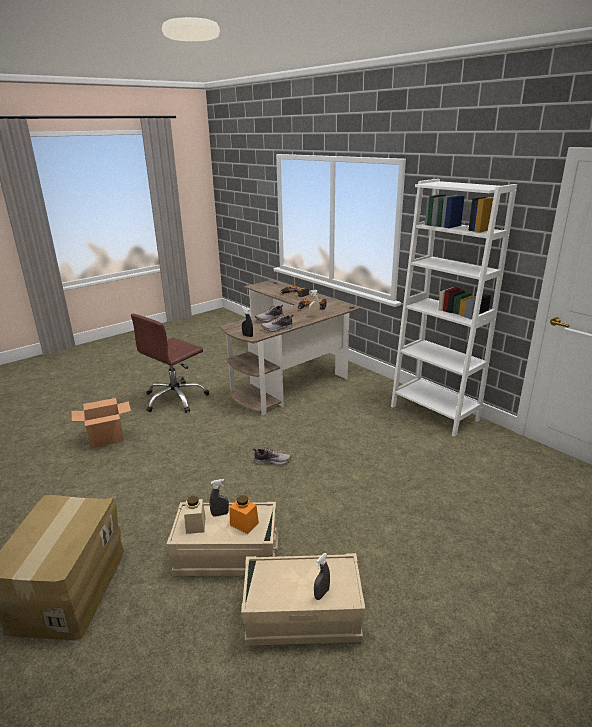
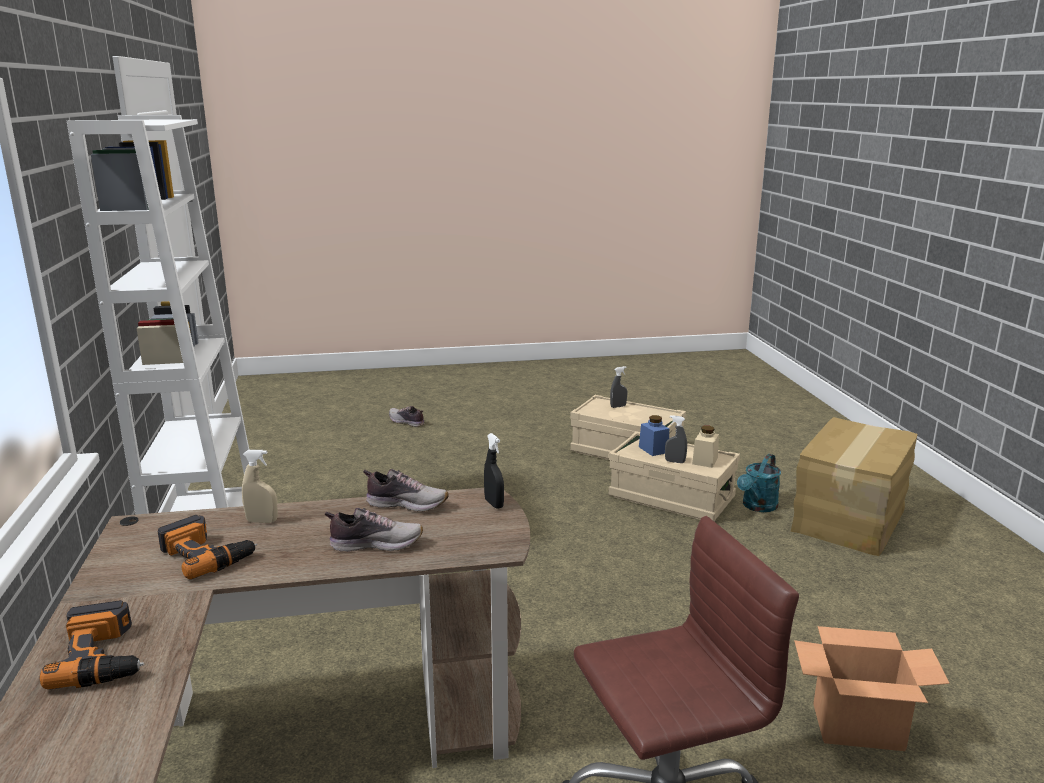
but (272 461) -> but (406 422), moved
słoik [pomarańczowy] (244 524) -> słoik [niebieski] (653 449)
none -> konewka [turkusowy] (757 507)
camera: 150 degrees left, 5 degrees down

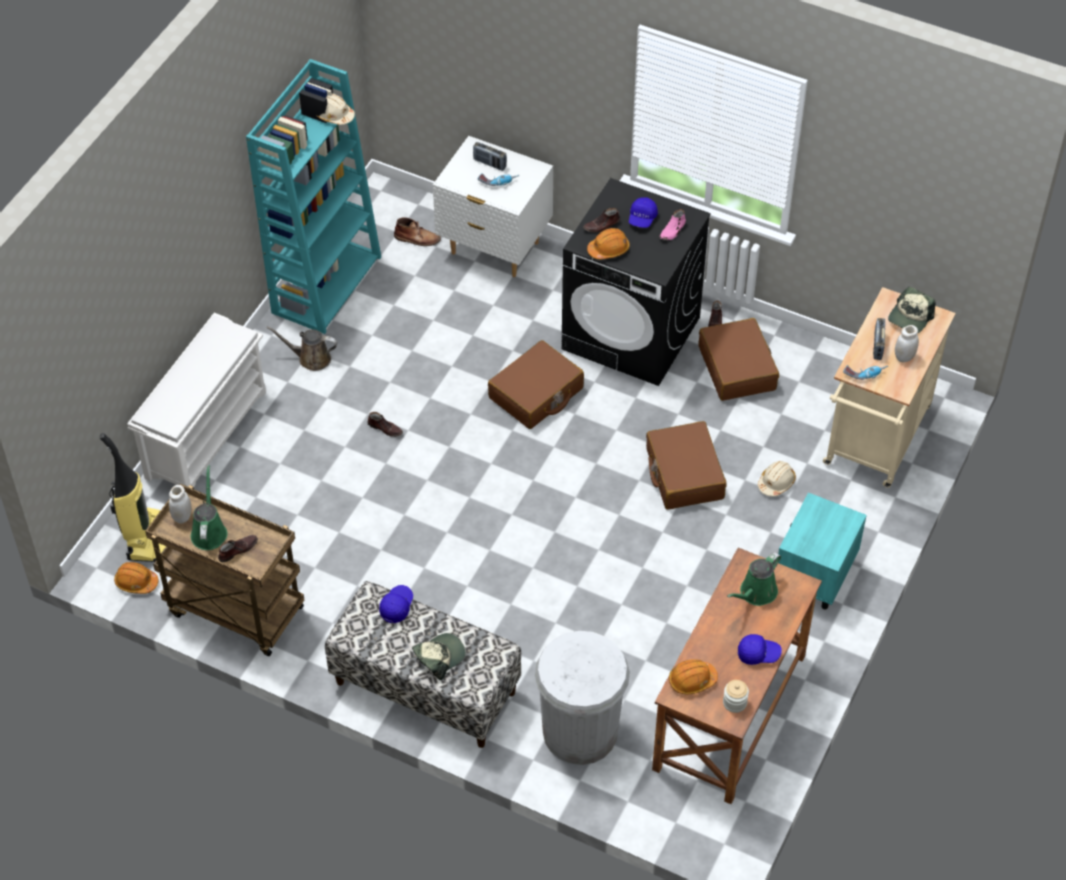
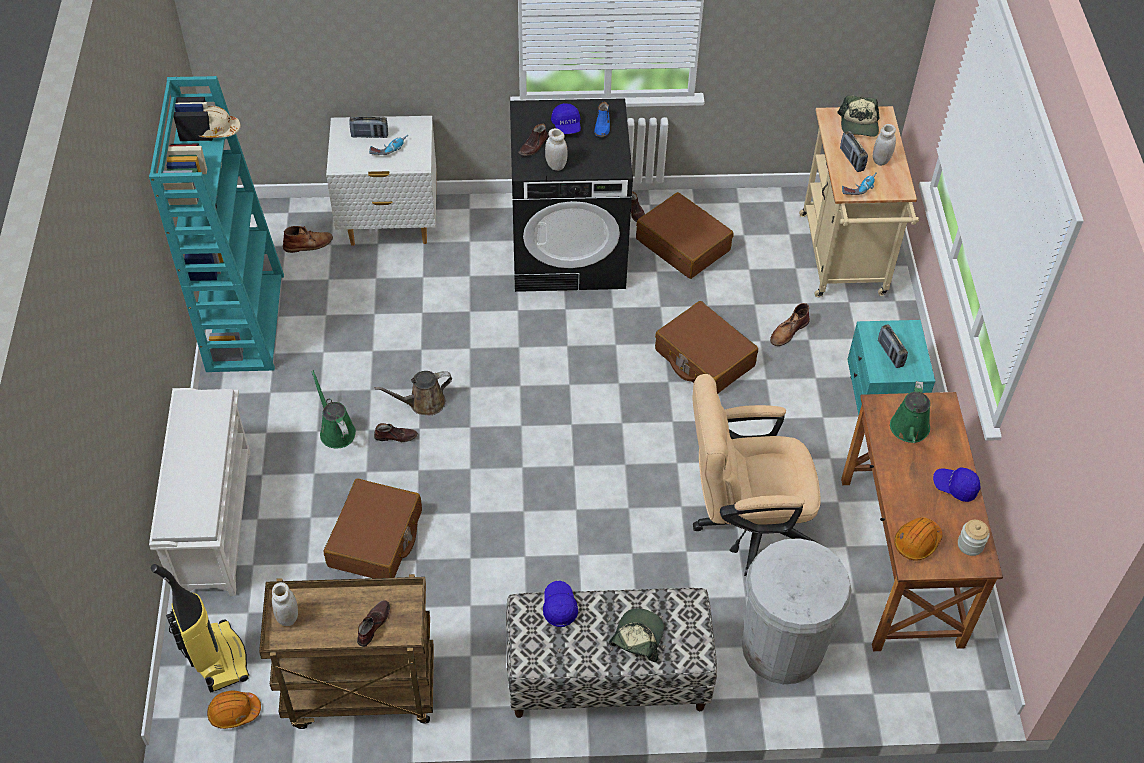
but [różowy] (673 230) -> but [niebieski] (602 126)
kask [pomarańczowy] (608 249) -> słoik [biały] (556 165)
konewka [brązowy] (311 358) -> konewka [brązowy] (423 403), moved
walizka [brązowy] (536 394) -> walizka [brązowy] (376 539), moved
kask [beżowy] (776 482) -> but z cholewką [brązowy] (788 331)
konewka [zielony] (209 531) -> konewka [zielony] (336 430), moved
czapka z daszkiem [niebieski] (758 654) -> czapka z daszkiem [niebieski] (955 487), 135 degrees counterclockwise
none -> radio (890 353)
none -> krzesło biurowe [beżowy] (744 525)
camera: 30 degrees left, 0 degrees up

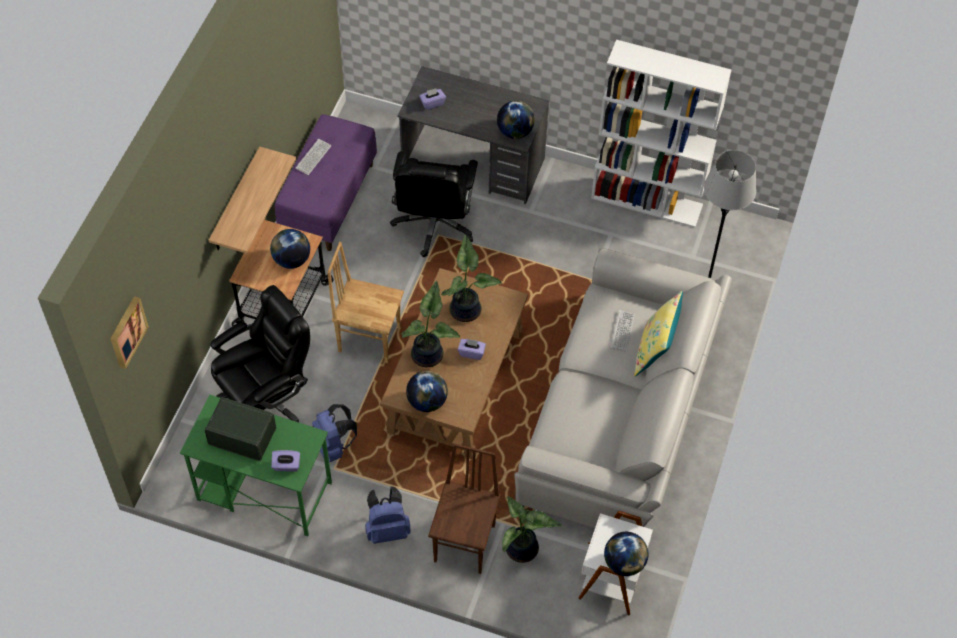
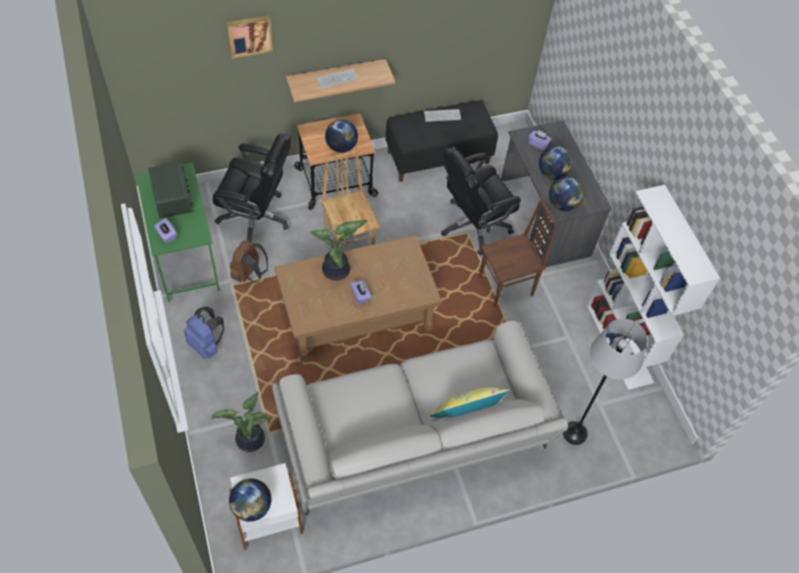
ławka [fioletowy] (328 199) -> ławka [czarny] (438 157)
roślina doniczkowa (467 309) -> none
obraz (126 331) -> obraz (249 35), moved
klawiatura (622 331) -> klawiatura (337 79), moved
globus (427 401) -> globus (552 173), moved
plecak [niebieski] (334 446) -> plecak [brązowy] (249 274)
krzesło [brązowy] (466 543) -> krzesło [brązowy] (506 287), moved
camera: 50 degrees right, 0 degrees up

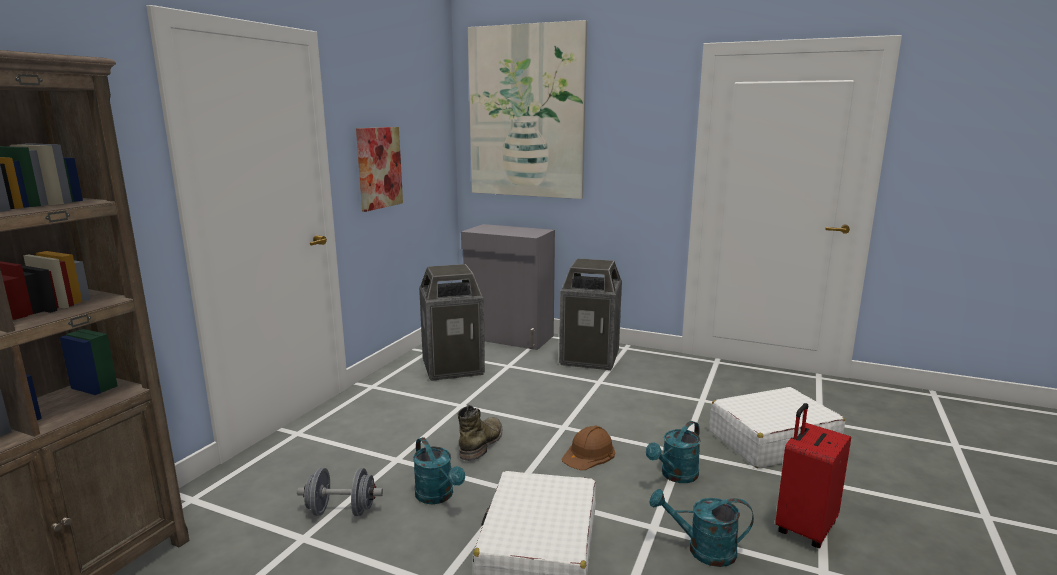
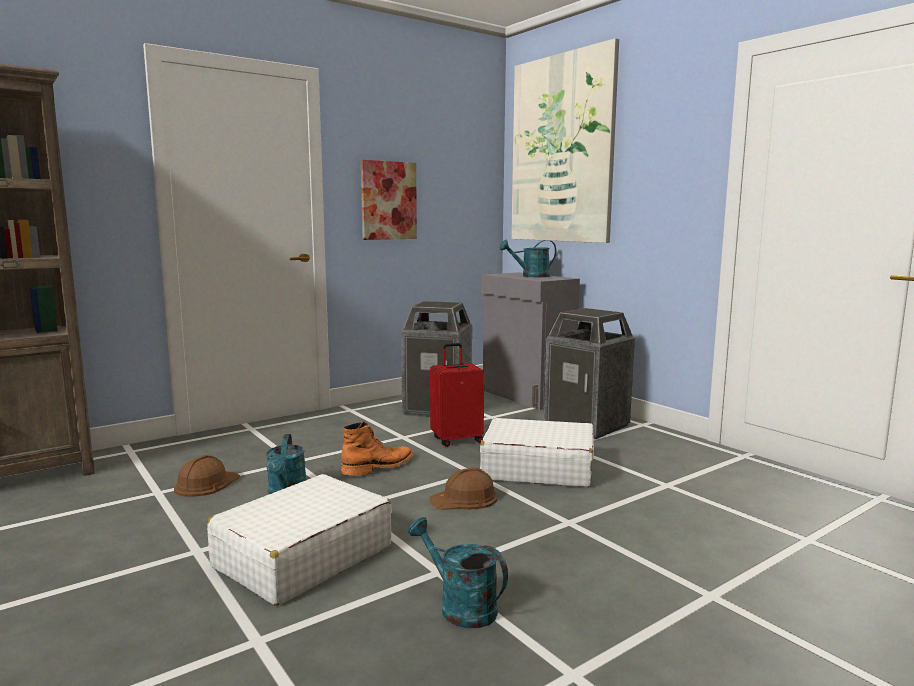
walizka [biały] (771 441) -> walizka [biały] (537 468), moved
walizka [czerwony] (804 528) -> walizka [czerwony] (456 440), moved
but z cholewką [zielony] (482 443) -> but z cholewką [pomarańczowy] (379 467)
konewka [turkusowy] (675 476) -> konewka [turkusowy] (530 276), moved
hantel [szary] (342 511) -> kask [brązowy] (206 483)
camera: 30 degrees right, 5 degrees down

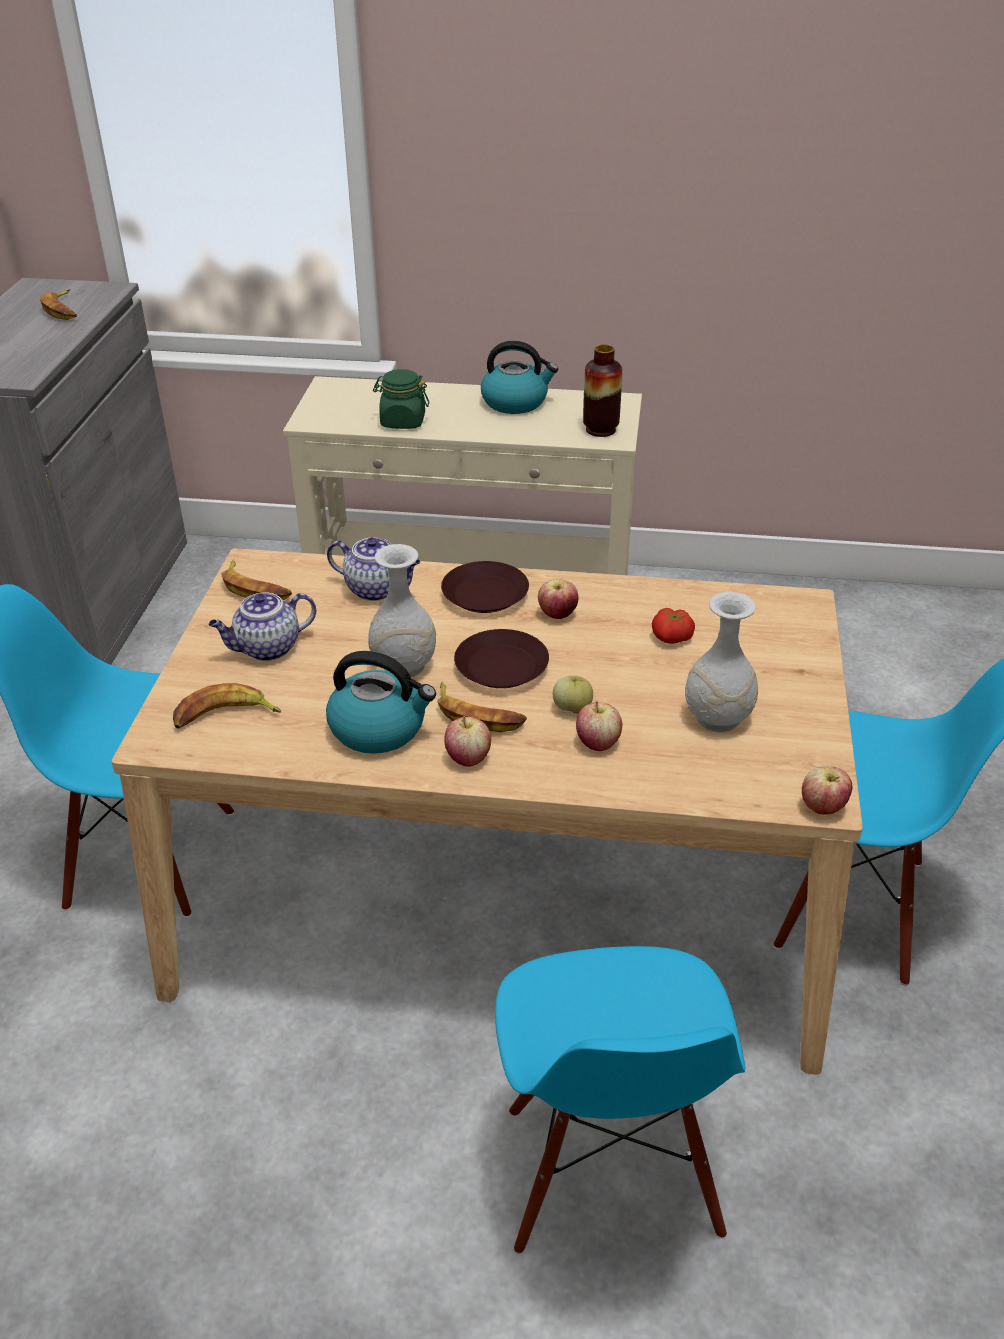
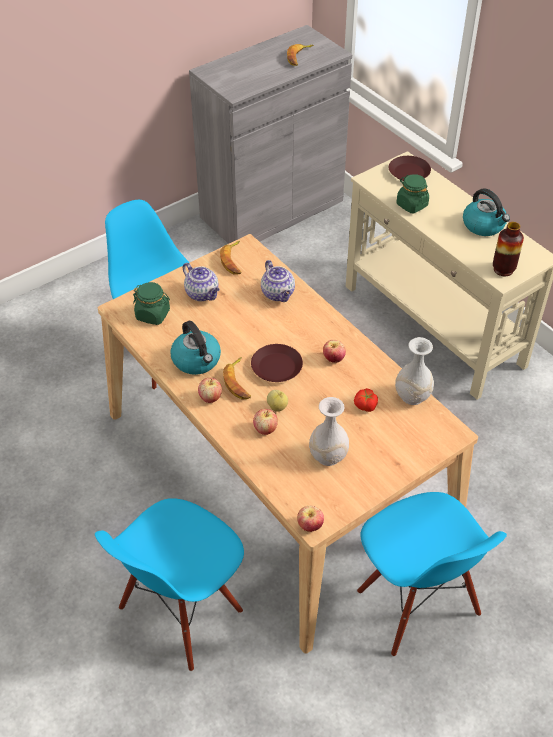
wazon [biały] (404 666) -> wazon [biały] (412 396), moved
talerz [brązowy] (484 594) -> talerz [brązowy] (409 172), moved
imbryk (267 649) -> imbryk (203 294), 150 degrees counterclockwise
banan (225 716) -> słoik [zielony] (153 315)
camera: 45 degrees right, 10 degrees up

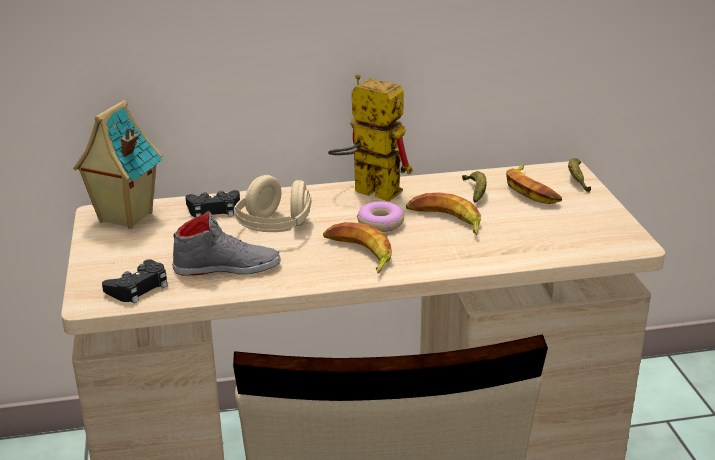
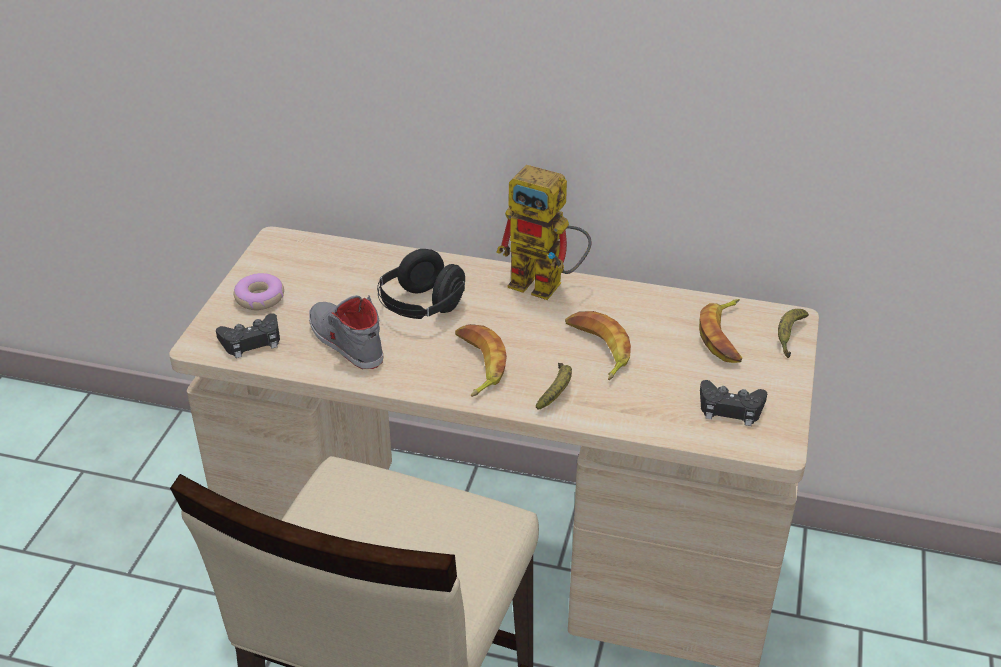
robot zabawkowy (367 191) -> robot zabawkowy (547 285), 150 degrees clockwise
domek (124 218) -> none
banan (475 192) -> banan (556 391), moved
słuchawki [beżowy] (275 228) -> słuchawki [czarny] (421 307)
pad do gier [czarny] (214 209) -> pad do gier [czarny] (730 408), moved
donut (380 223) -> donut (259 298), moved
but [szary] (227 266) -> but [szary] (344 341), 150 degrees counterclockwise
camera: 25 degrees right, 10 degrees up

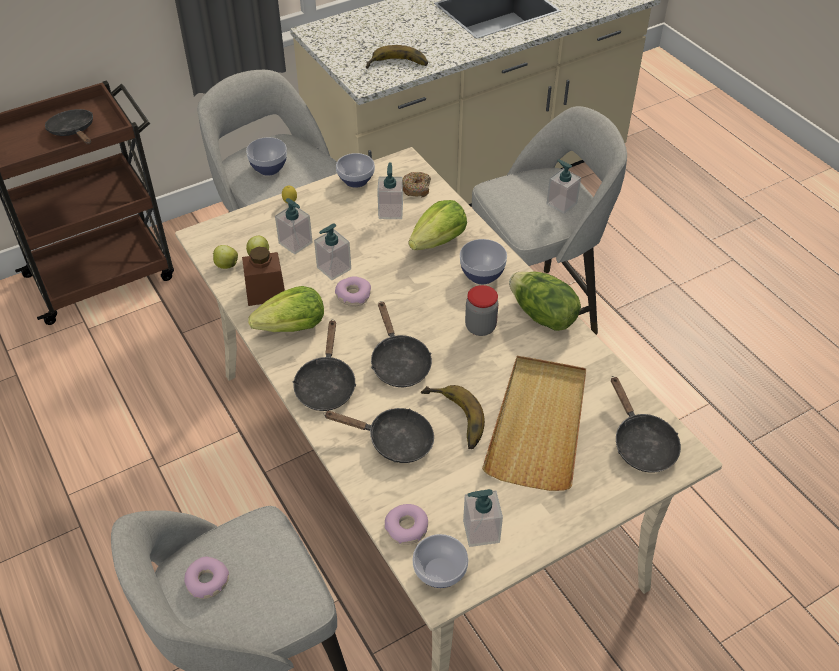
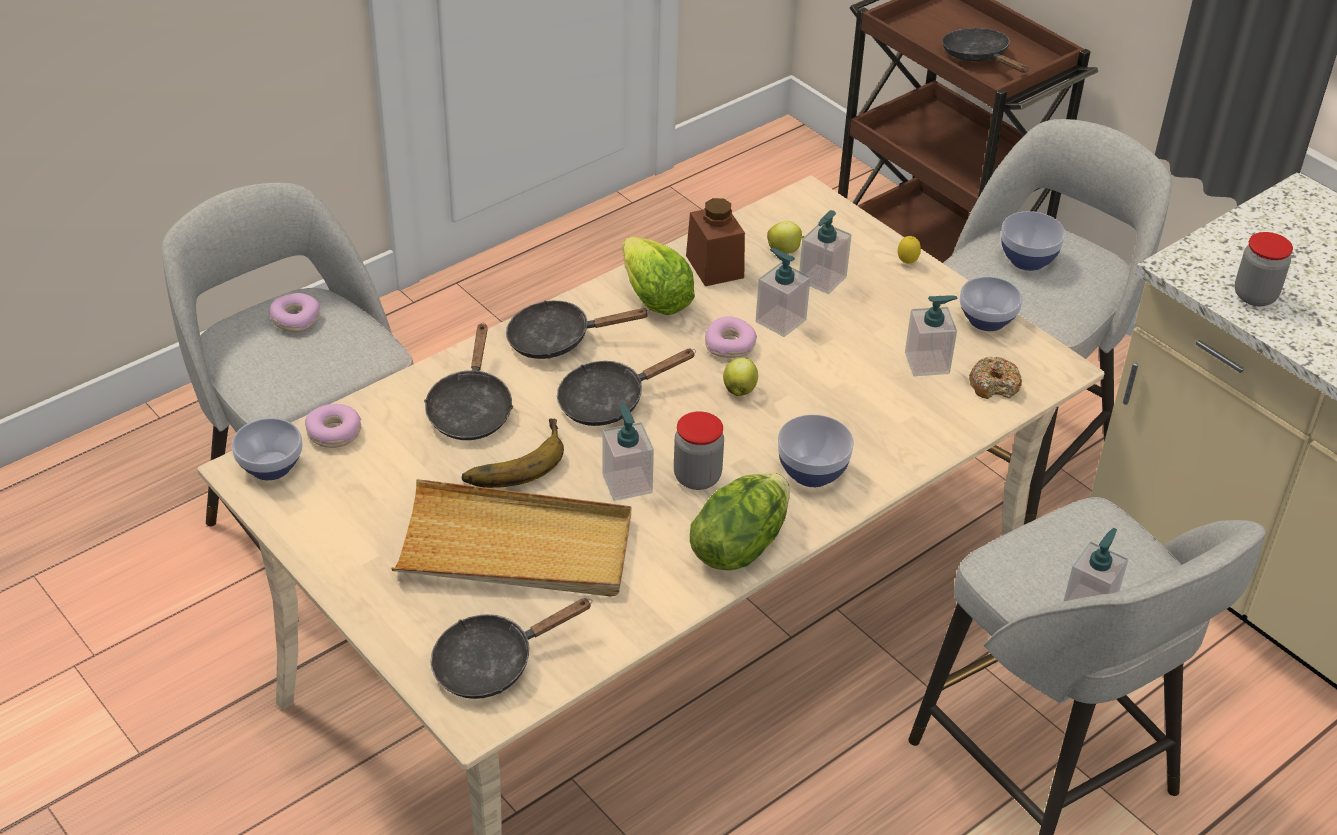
banan (397 66) -> słoik (1255 296)
patelnia [czarny] (74 131) -> patelnia [czarny] (979 57), 75 degrees counterclockwise
sałata (439 242) -> none
jabłko (226 265) -> jabłko (739 390), moved
dozownik mydła (481 531) -> dozownik mydła (627 483), moved
camera: 80 degrees right, 5 degrees down

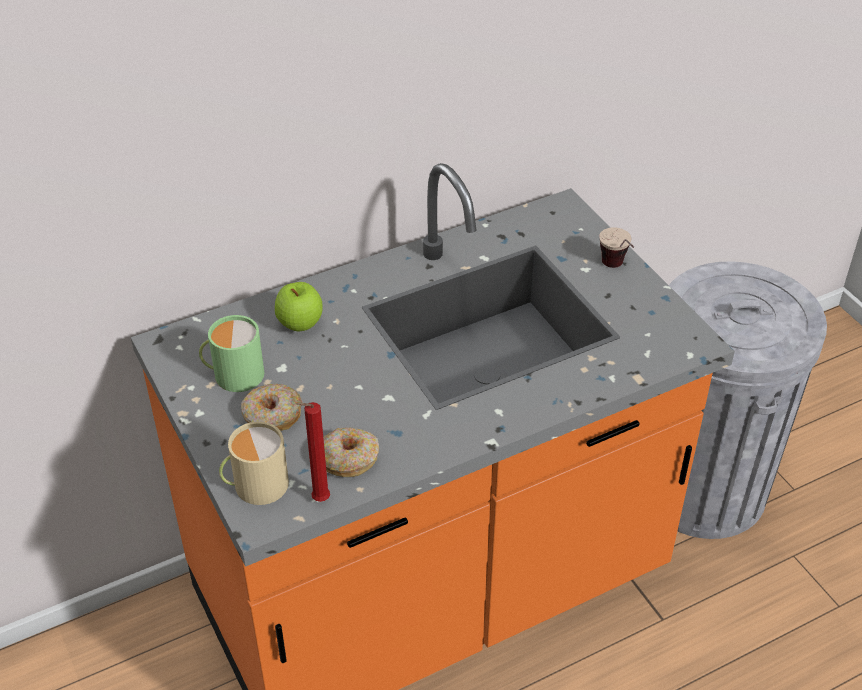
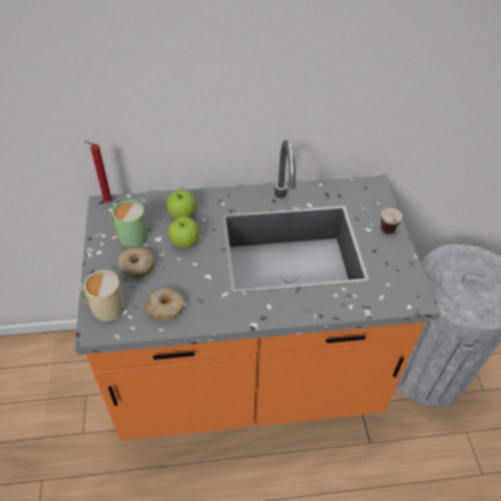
świeca [czerwony] (318 500) -> świeca [czerwony] (106 202), moved
none -> jabłko (185 242)
camera: 20 degrees right, 5 degrees up

